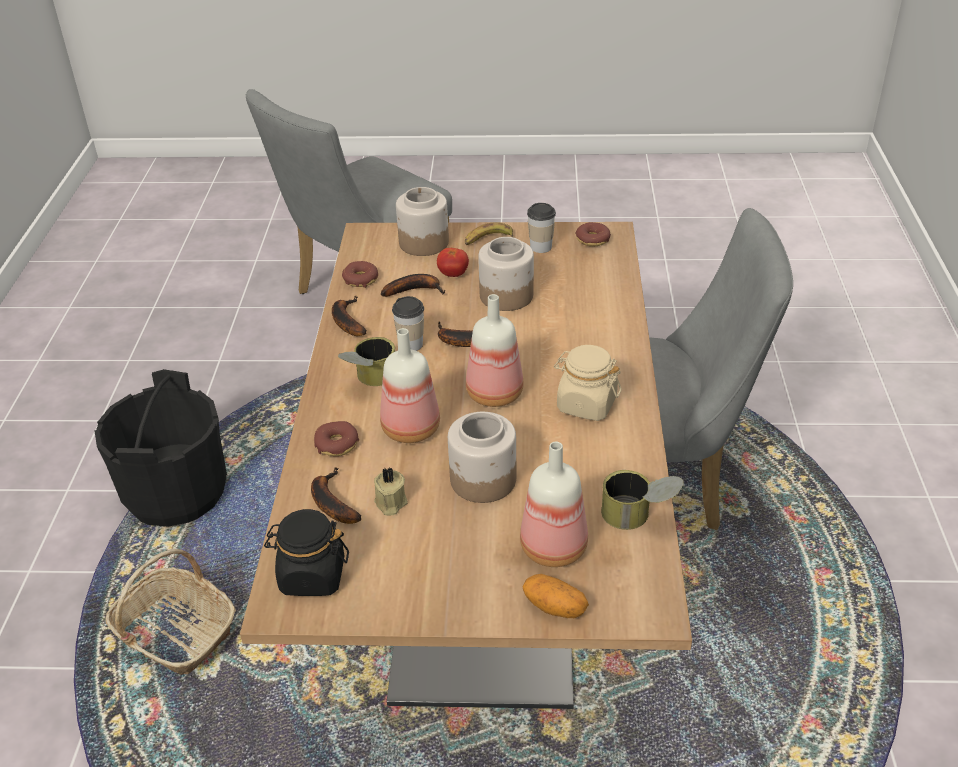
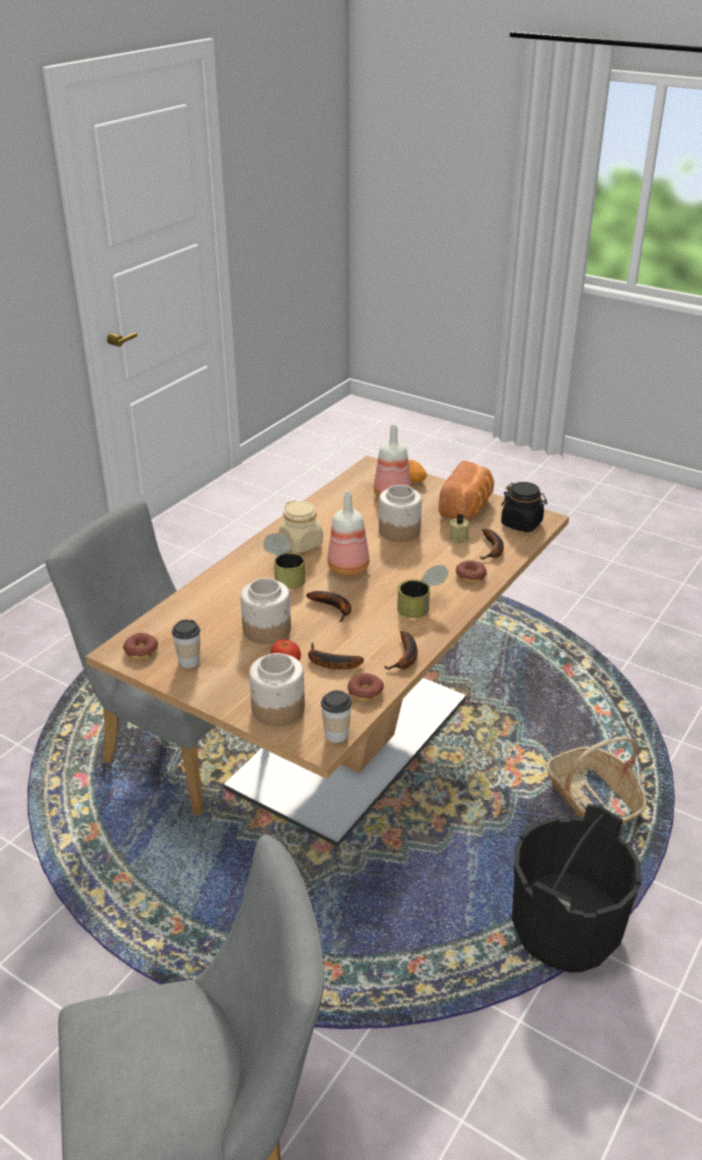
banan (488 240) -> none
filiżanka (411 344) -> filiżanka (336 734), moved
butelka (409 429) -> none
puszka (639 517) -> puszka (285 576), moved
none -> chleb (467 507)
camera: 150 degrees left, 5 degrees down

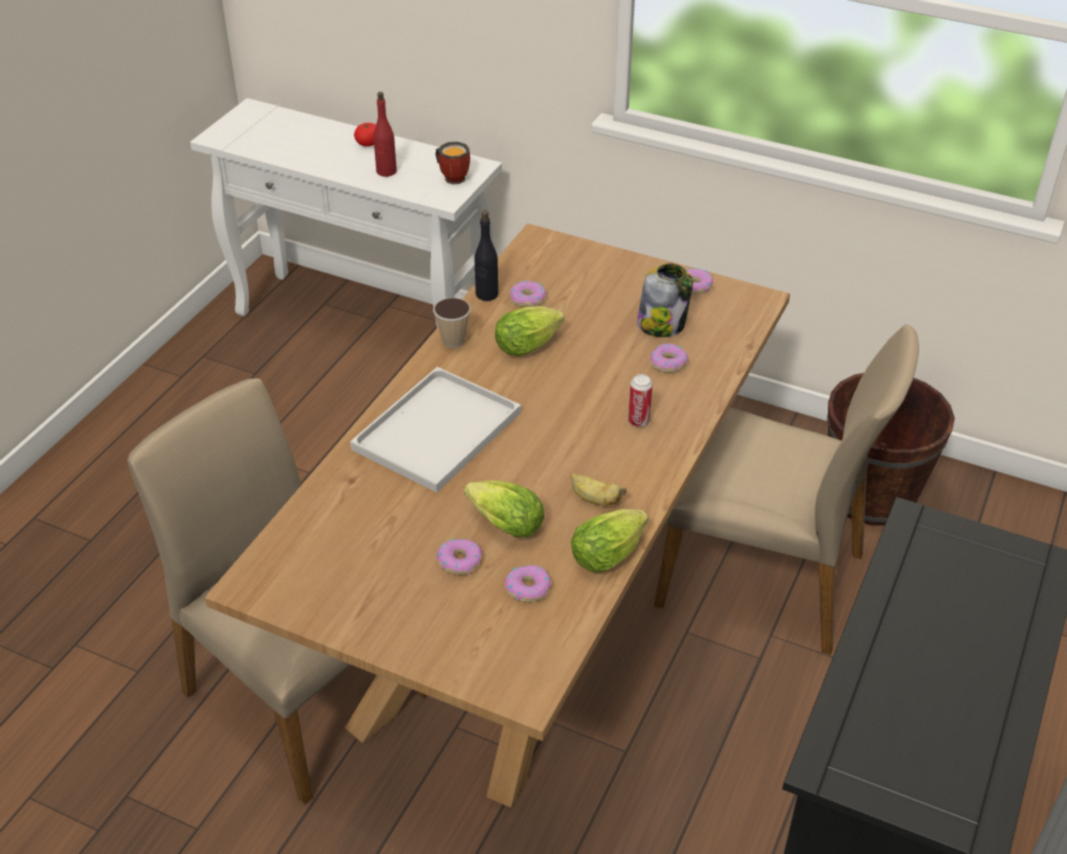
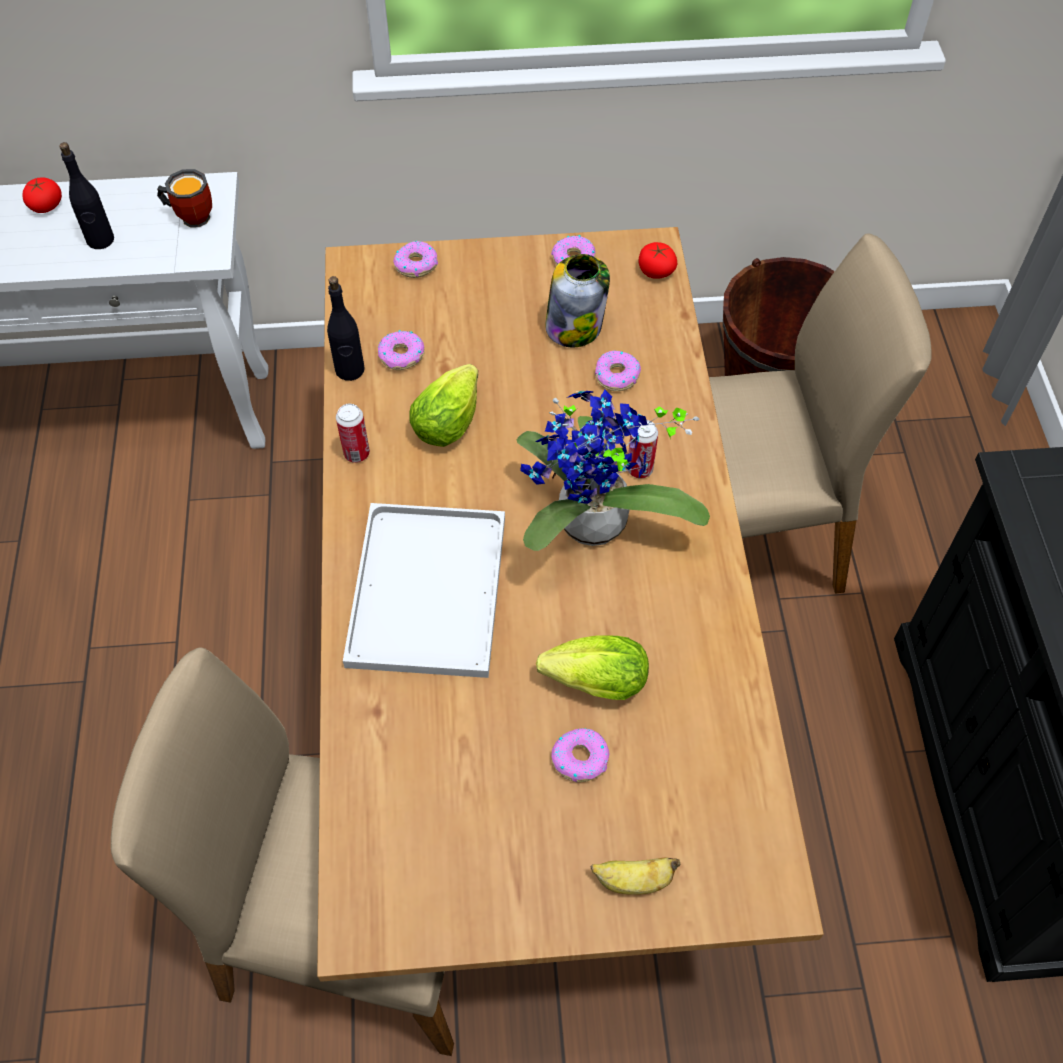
butelka [czerwony] (386 171) -> butelka [czarny] (100 240)
filiżanka (453 341) -> puszka (356 453)
banan (594 499) -> banan (633 881), moved
sałata (611 553) -> none
donut (527 588) -> donut (416 264), moved
none -> pomidor (656 270)
none -> roślina doniczkowa (590 529)
camera: 30 degrees left, 15 degrees up

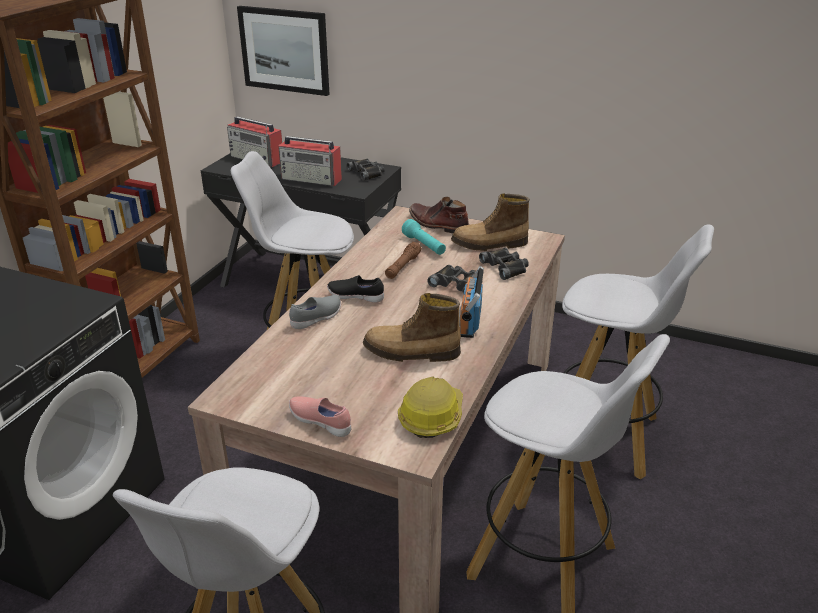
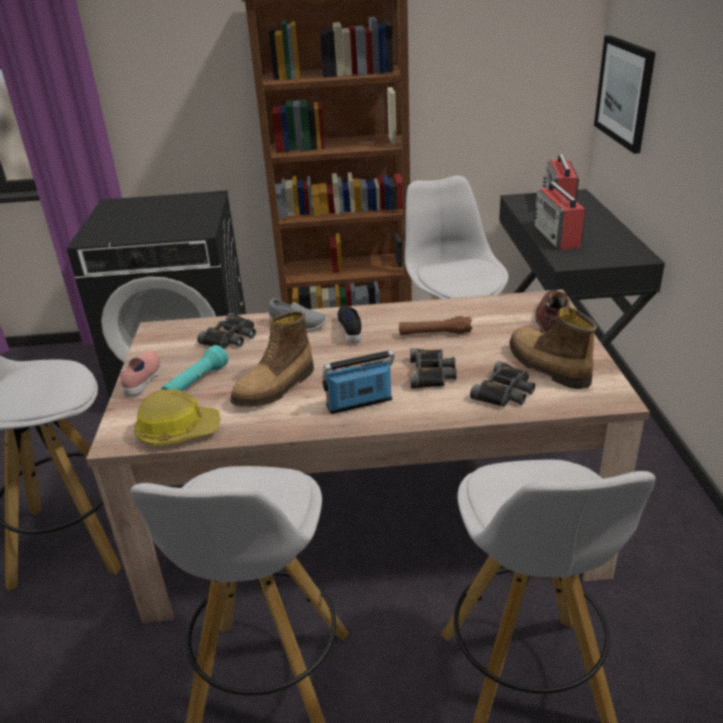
lornetka [czarny] (367 173) -> lornetka [czarny] (231 337), moved
latarka [turkusowy] (424 246) -> latarka [turkusowy] (196 383), moved
but z cholewką (411 353) -> but z cholewką (276 388), 120 degrees counterclockwise
camera: 65 degrees right, 0 degrees up

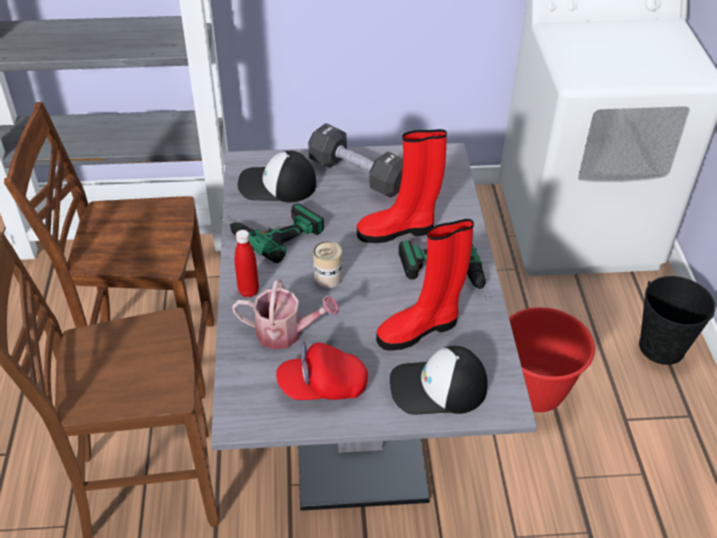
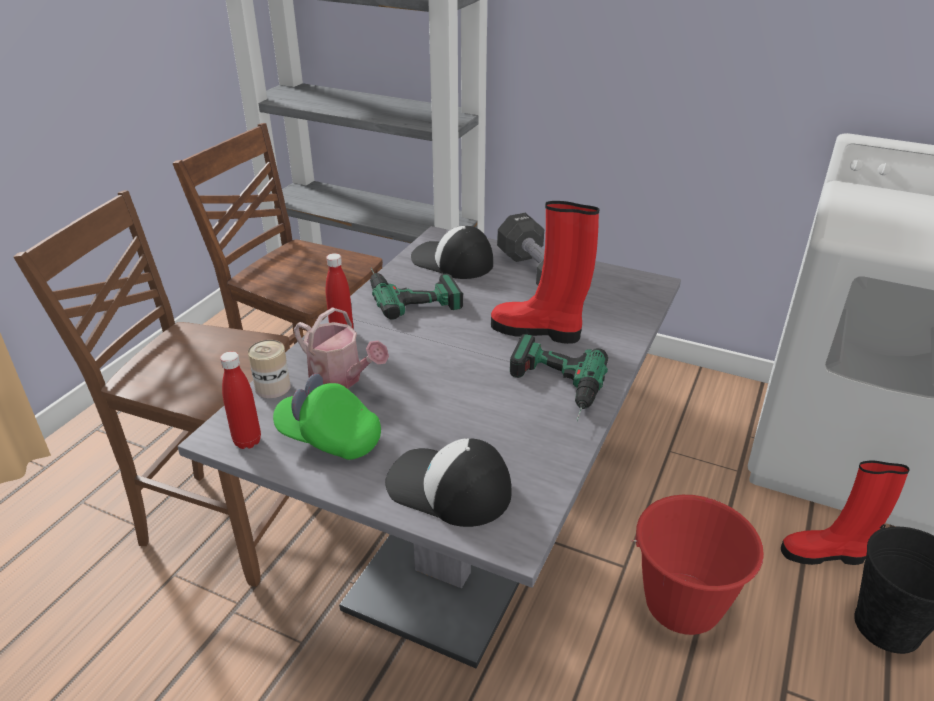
but z cholewką [czerwony] (420 329) -> but z cholewką [czerwony] (825 554), moved
puszka (328 278) -> puszka (273 387), moved
czapka z daszkiem [czerwony] (322 386) -> czapka z daszkiem [zielony] (329 438)
none -> butelka [czerwony] (247 441)
camera: 30 degrees right, 10 degrees down

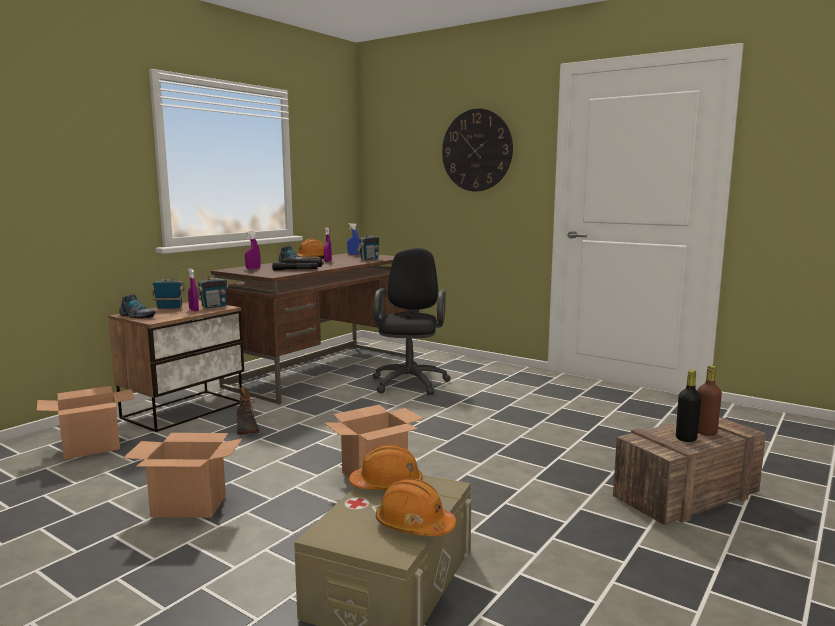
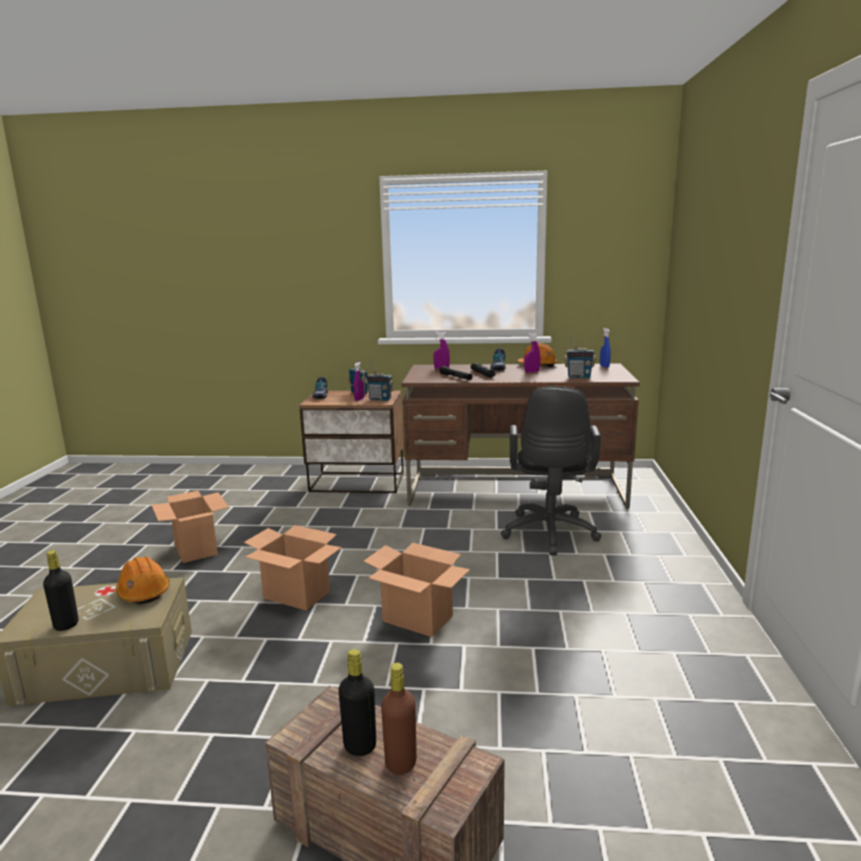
zegar ścienny (477 150) -> none
krzesło biurowe [czarny] (410 382) -> krzesło biurowe [czarny] (549 535), 120 degrees clockwise
karton (92 447) -> karton (418 619), moved
but z cholewką (246 428) -> none
kask [pomarańczowy] (414 525) -> butelka [czarny] (66 625)
camera: 60 degrees right, 5 degrees up

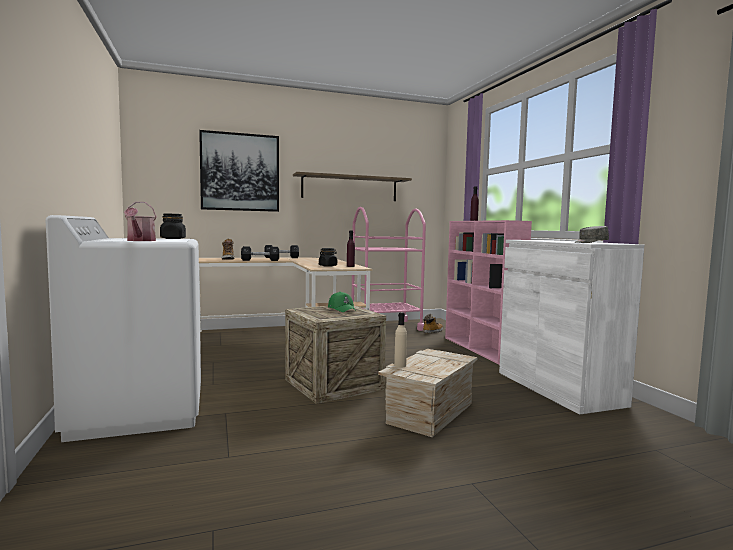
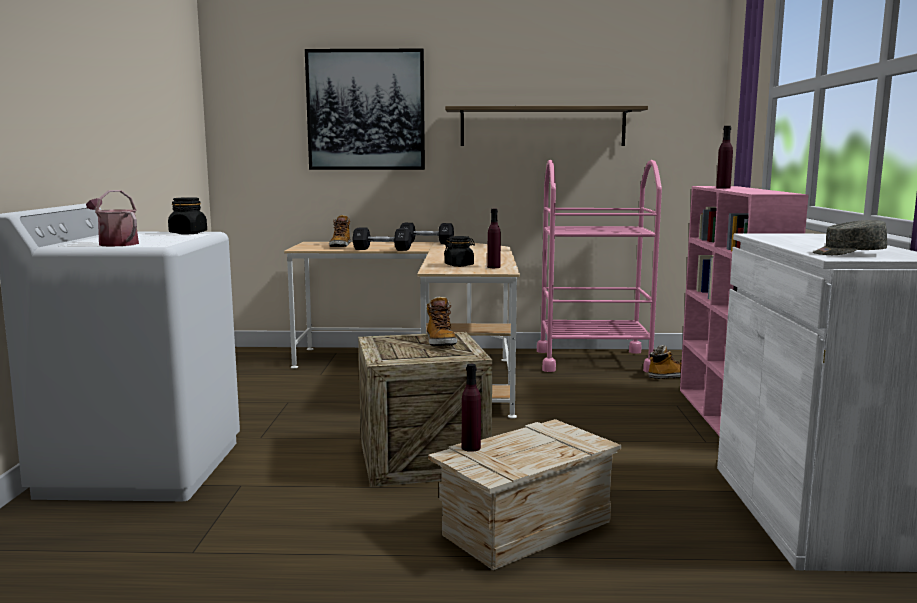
konewka (140 240) -> konewka (115 243), 120 degrees clockwise
czapka z daszkiem [zielony] (342 309) -> but z cholewką (440 342)
butelka [beżowy] (400 365) -> butelka [fioletowy] (471 447)
camera: 20 degrees right, 5 degrees up

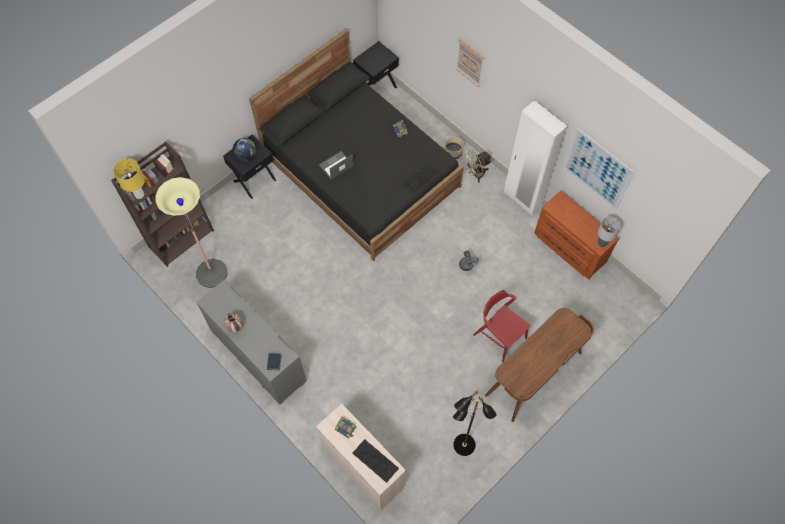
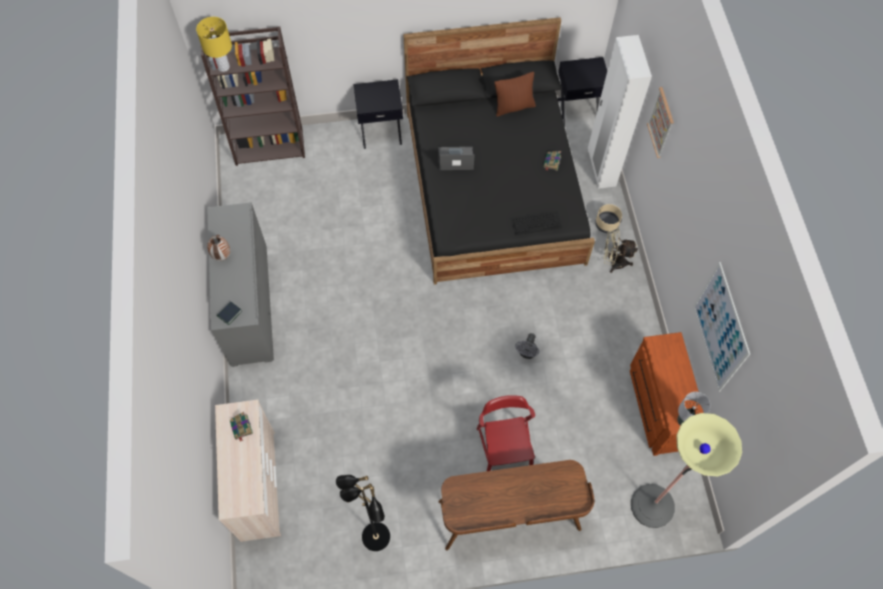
szafa [biały] (522 199) -> szafa [biały] (601 168), moved
globus (246 156) -> none
lampa stojąca (211 273) -> lampa stojąca (652 506), moved
klawiatura (375 460) -> none
none -> poduszka [brązowy] (514 107)
camera: 35 degrees right, 0 degrees up

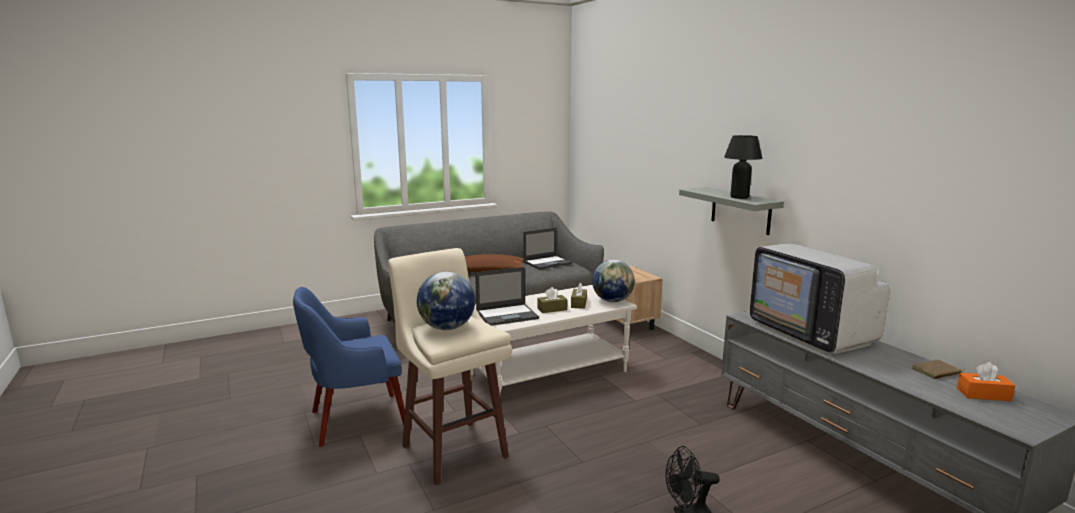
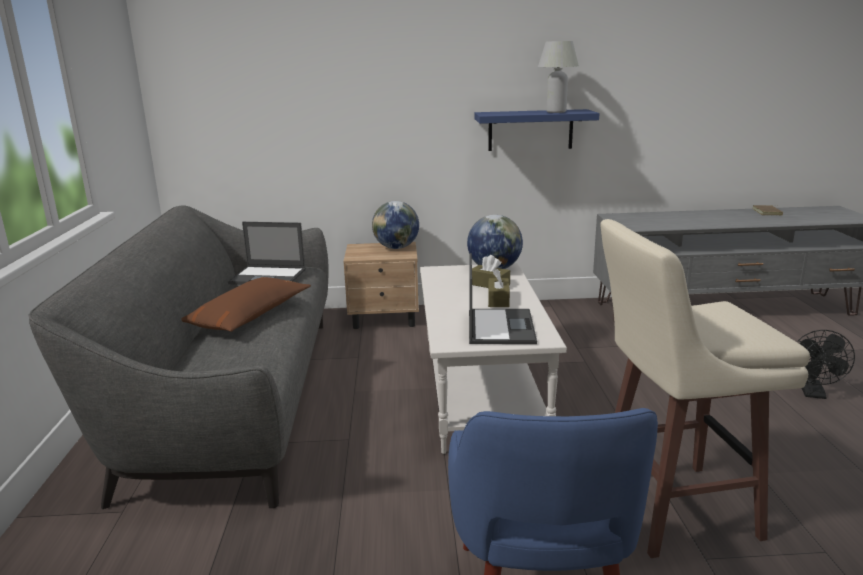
lampa stołowa [czarny] (739 197) -> lampa stołowa [biały] (556 112)
półka [szary] (740 210) -> półka [niebieski] (530 130)
laptop (547 263) -> laptop (269 276), 105 degrees clockwise
telewizor (811 333) -> none
globus (447 328) -> globus (396 248), moved
pudełko chusteczek [pomarańczowy] (983 394) -> none
camera: 65 degrees left, 5 degrees up

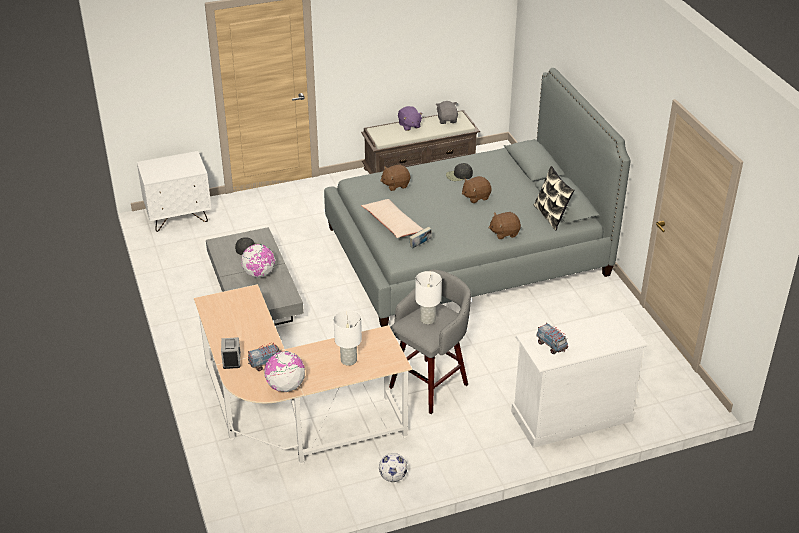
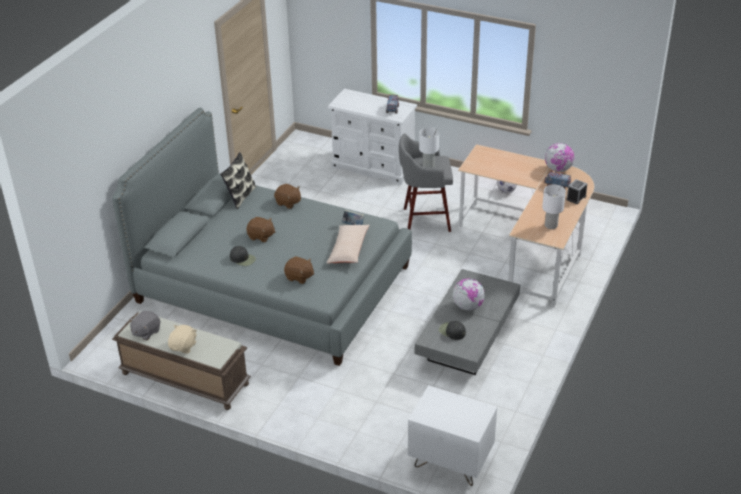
pluszak [fioletowy] (409 125) -> pluszak [beżowy] (183 346)
lampa stołowa [biały] (348 360) -> lampa stołowa [biały] (551 225), moved
camera: 135 degrees left, 0 degrees up

